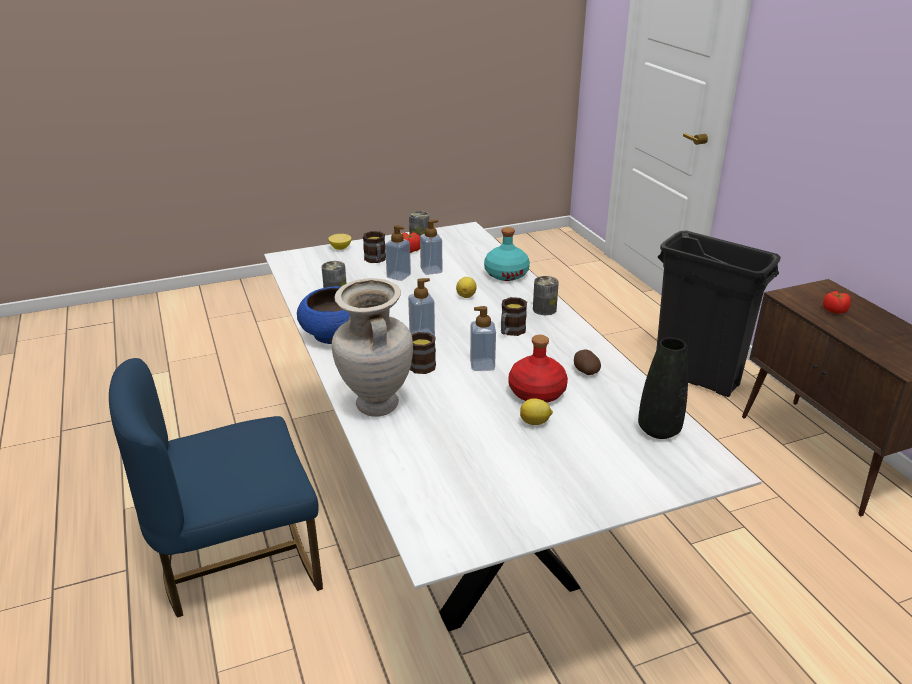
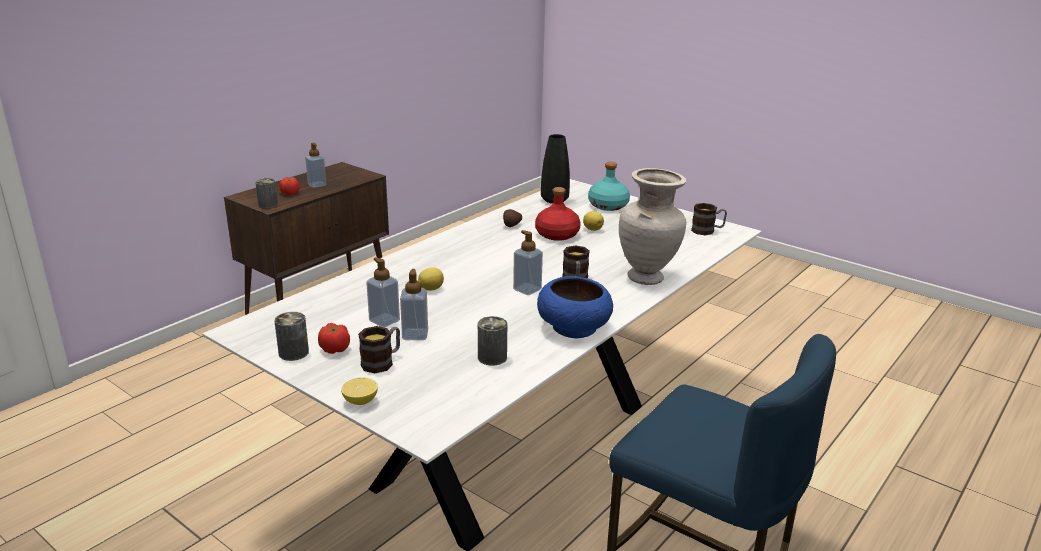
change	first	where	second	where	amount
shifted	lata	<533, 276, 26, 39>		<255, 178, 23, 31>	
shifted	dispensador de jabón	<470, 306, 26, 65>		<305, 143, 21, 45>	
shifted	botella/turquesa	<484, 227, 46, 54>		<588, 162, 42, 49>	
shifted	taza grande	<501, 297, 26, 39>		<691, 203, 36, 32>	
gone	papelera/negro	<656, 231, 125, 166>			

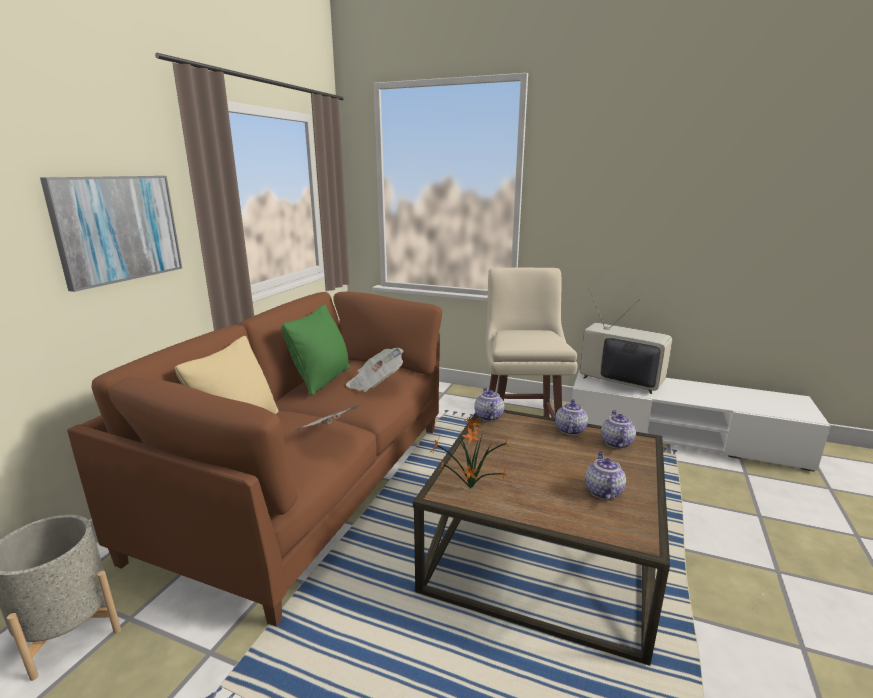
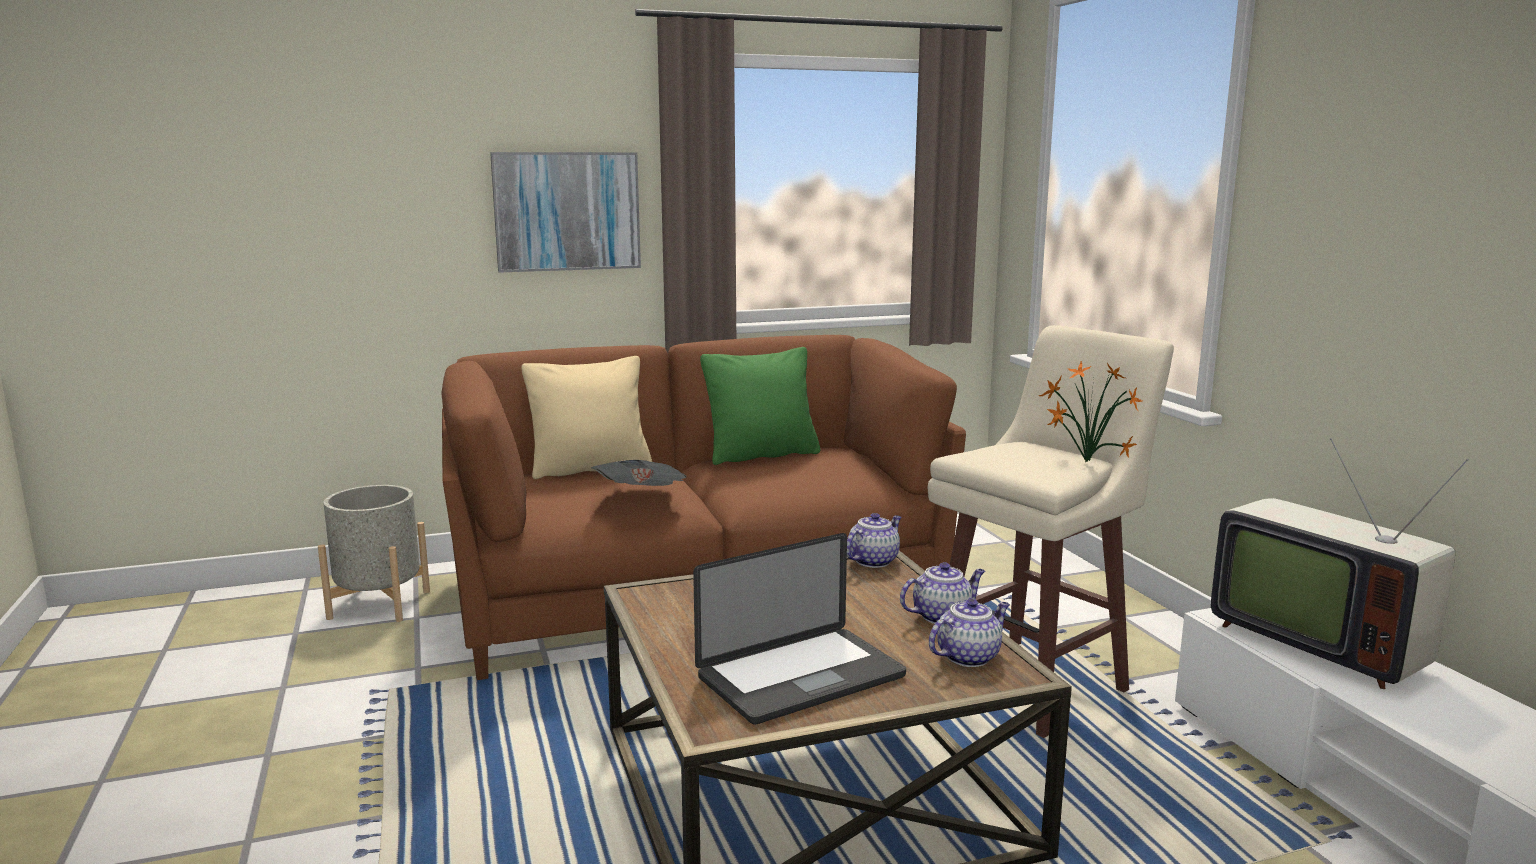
change	first	where	second	where	amount
swapped	tetera	<585, 451, 41, 50>	portátil	<693, 533, 213, 192>	
shifted	planta en maceta	<429, 417, 83, 71>		<1039, 361, 103, 101>	
rotated	televisor	<579, 290, 93, 104>		<1211, 438, 258, 251>	150 degrees clockwise
gone	periódico	<346, 348, 58, 44>			

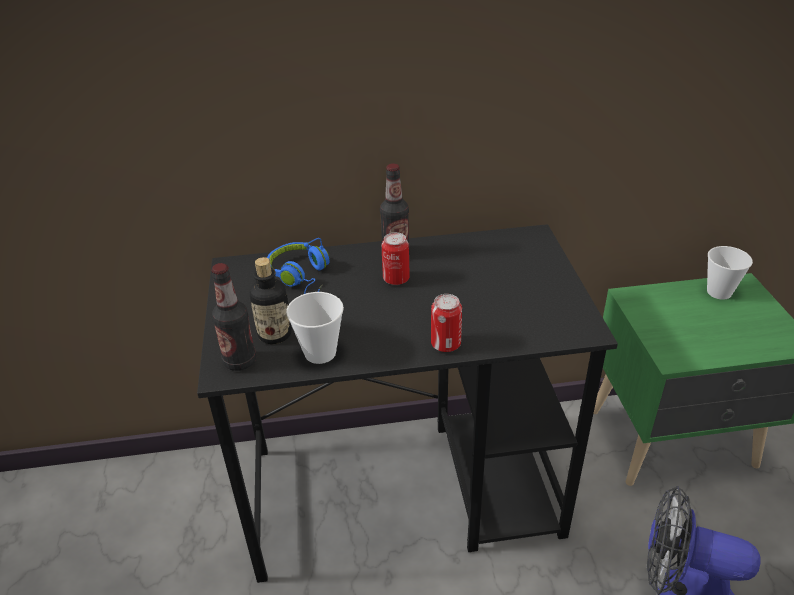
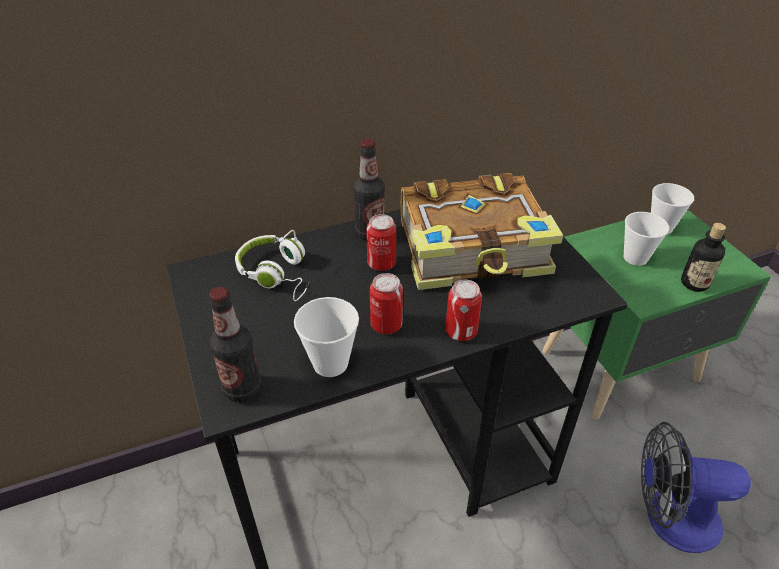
change	first	where	second	where	amount
repainted	auriculares/azul	<267, 238, 63, 56>	auriculares/blanco	<235, 230, 75, 71>	
new			lata	<370, 273, 33, 61>	
new			libro	<401, 173, 162, 117>	
new			taza	<624, 212, 45, 54>	
shifted	botella	<250, 257, 42, 87>		<681, 223, 45, 69>	

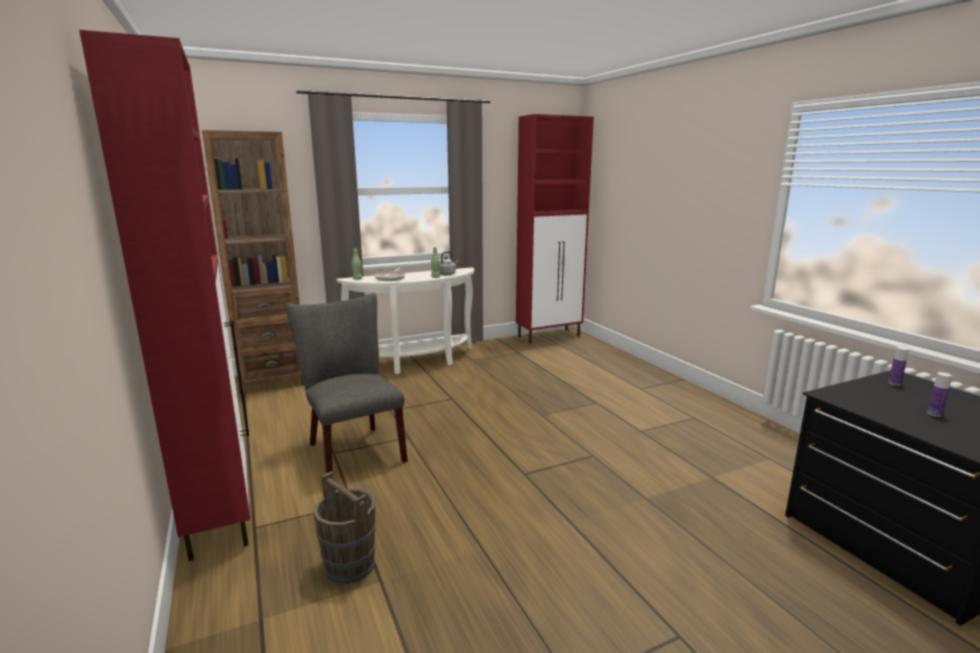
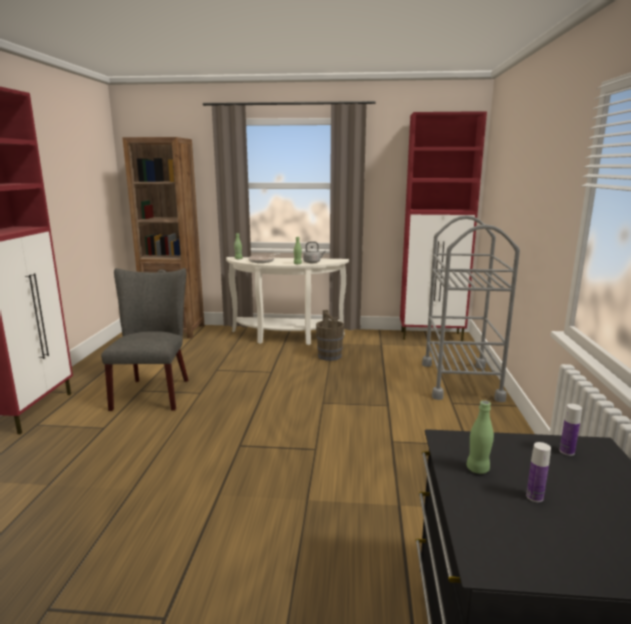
change	first	where	second	where	amount
shifted	cubo/marrón	<313, 471, 63, 113>		<316, 310, 28, 51>	
new			carrito/gris	<422, 215, 98, 187>	
new			botella/verde	<466, 400, 28, 74>	

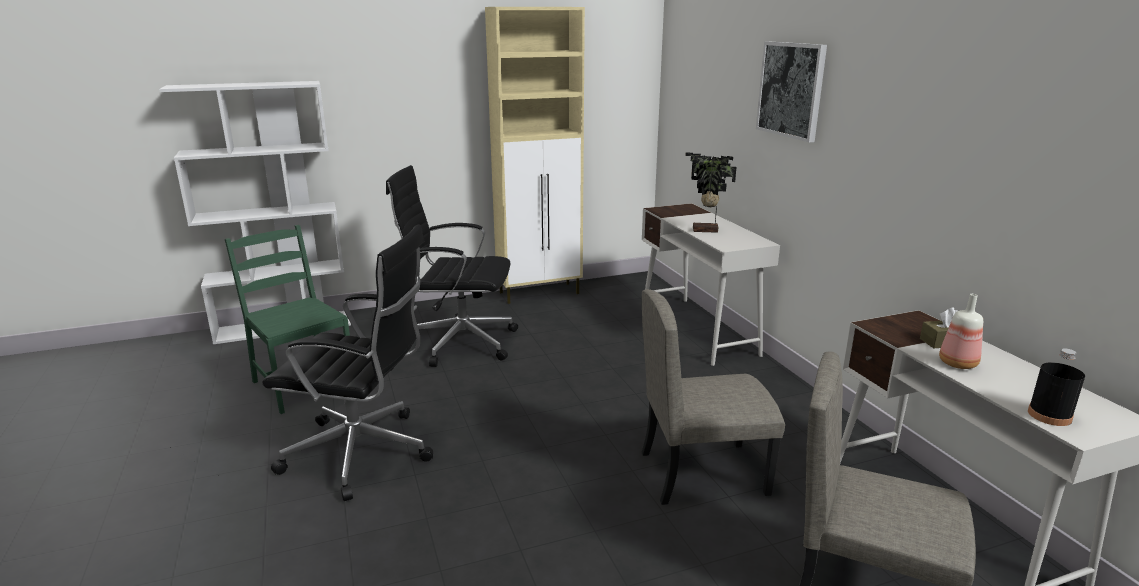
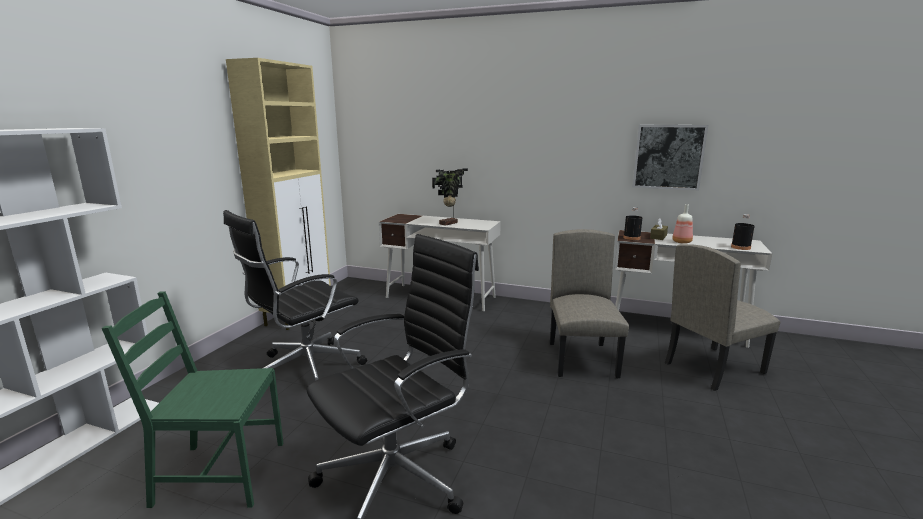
change	first	where	second	where	amount
rotated	silla/beis	<641, 289, 144, 216>		<550, 229, 79, 150>	150 degrees clockwise
new			botella/negro	<624, 207, 19, 33>	
shifted	cuadro	<756, 41, 71, 101>		<633, 125, 75, 65>	

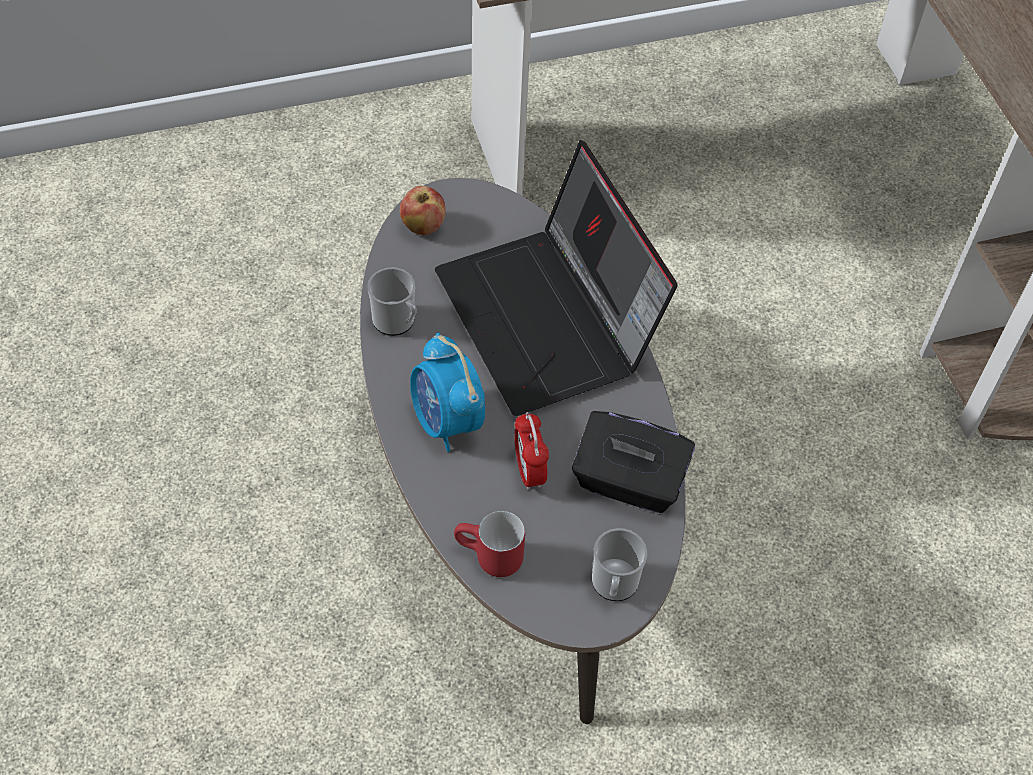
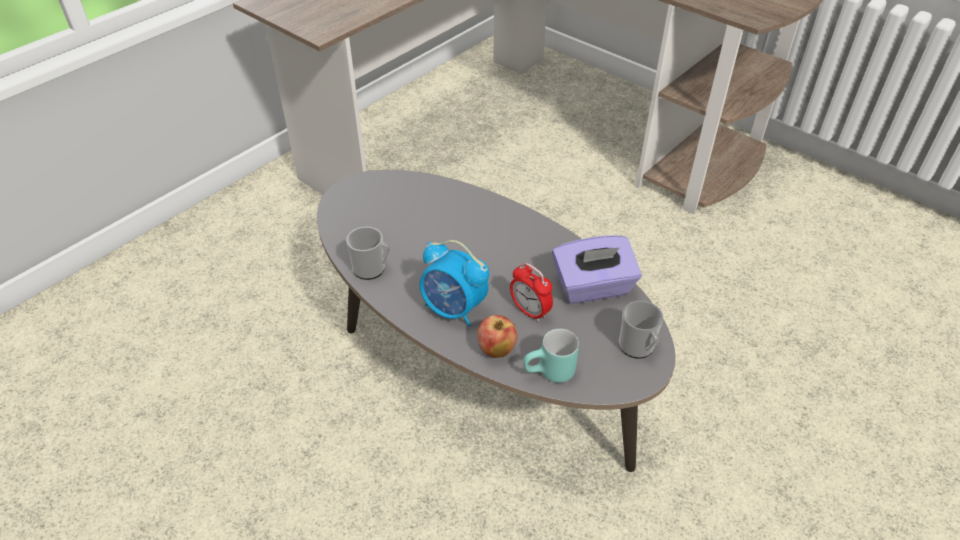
change	first	where	second	where	amount
shifted	manzana	<400, 186, 46, 49>		<477, 315, 41, 43>	
repainted	taza grande/rojo	<454, 511, 71, 66>	taza grande/turquesa	<523, 329, 56, 54>	
repainted	caja de pañuelos/negro	<572, 411, 123, 102>	caja de pañuelos/morado	<552, 235, 89, 69>	
gone	portátil	<435, 140, 243, 276>			

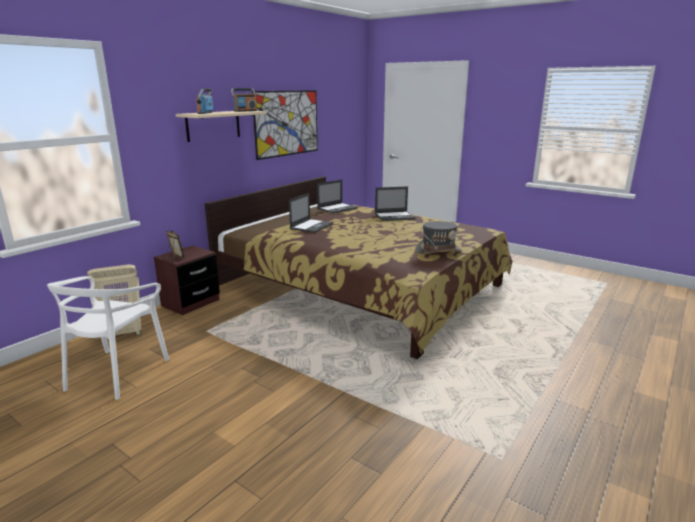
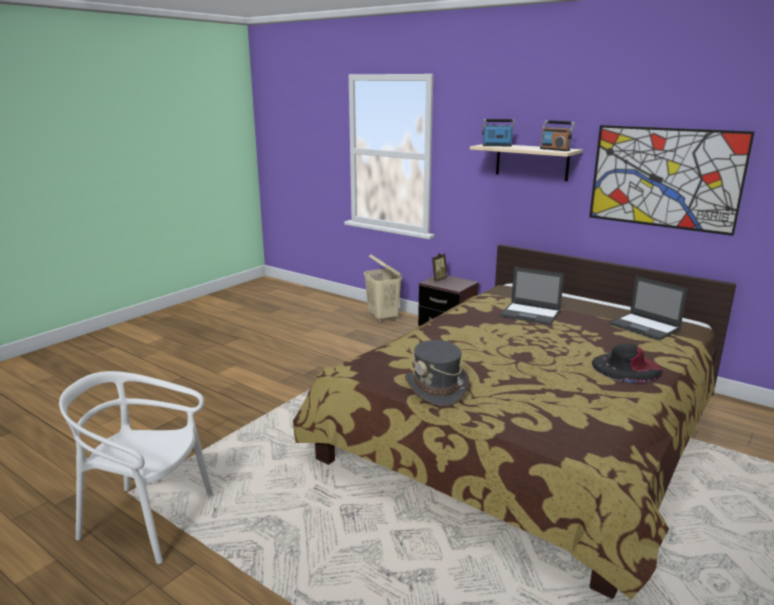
change	first	where	second	where	amount
shifted	silla/blanco	<47, 276, 122, 124>		<59, 371, 155, 193>	
swapped	portátil	<375, 186, 40, 35>	sombrero/negro	<592, 343, 71, 40>	

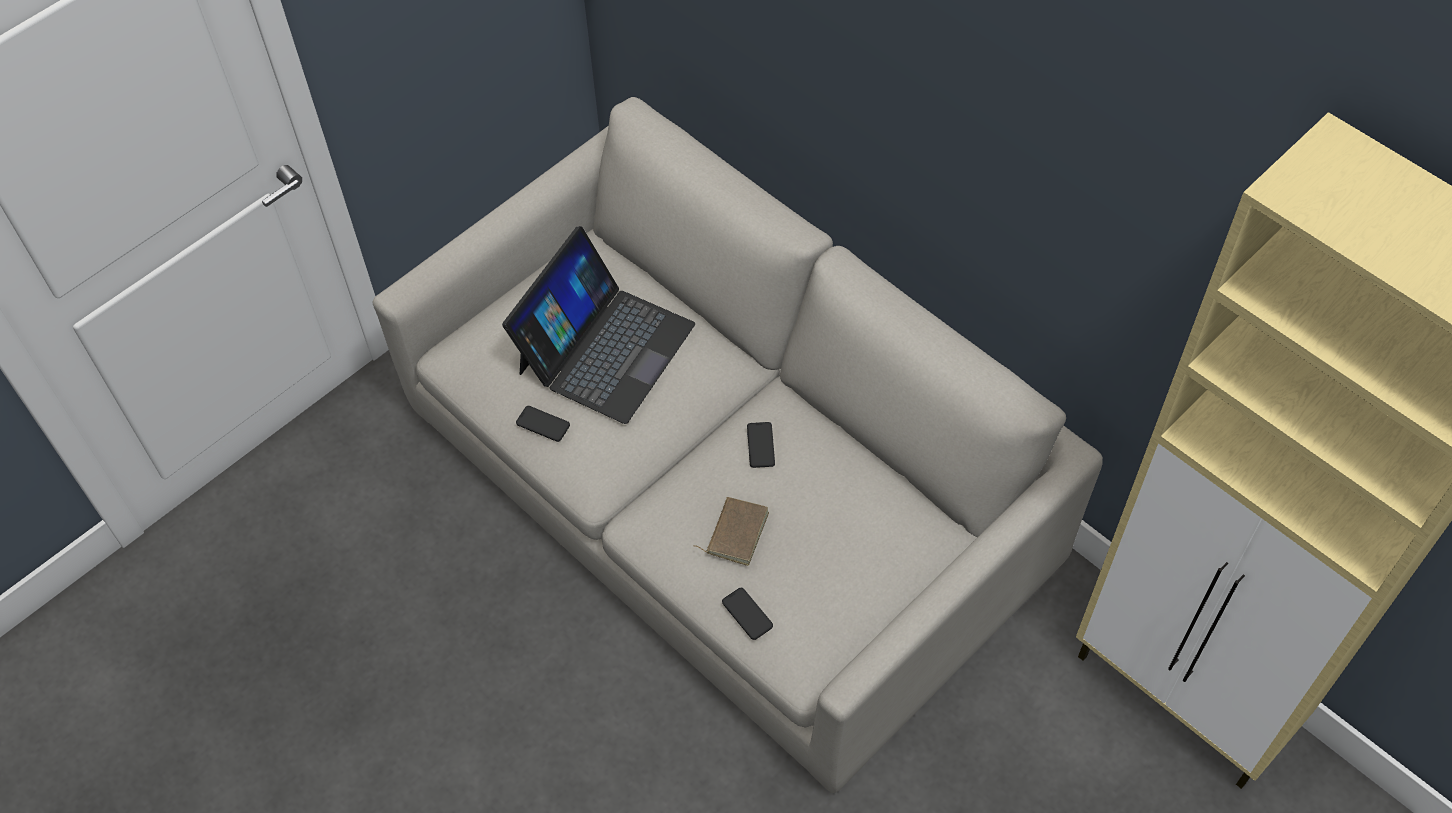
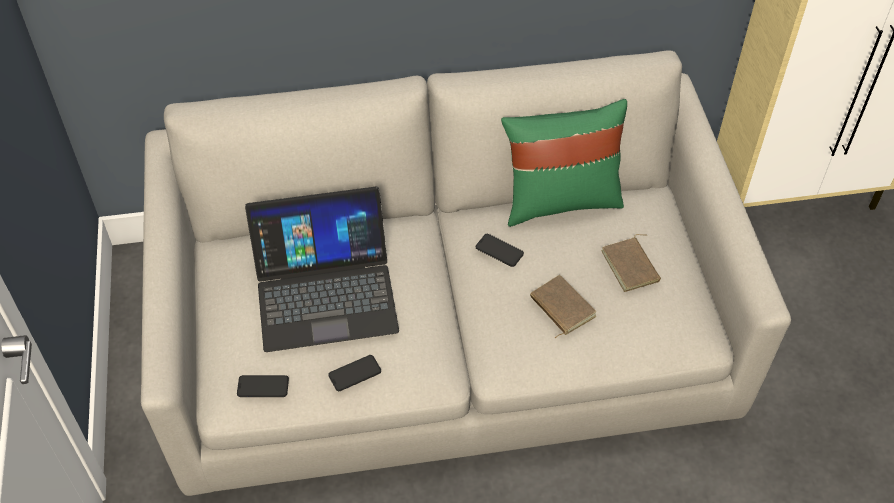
change	first	where	second	where	amount
shifted	móvil	<722, 588, 51, 52>		<237, 375, 52, 22>	
rotated	portátil	<502, 226, 193, 198>		<245, 187, 154, 165>	105 degrees clockwise
new			cojín/verde	<501, 99, 126, 128>	
new			libro/marrón	<601, 234, 60, 58>	

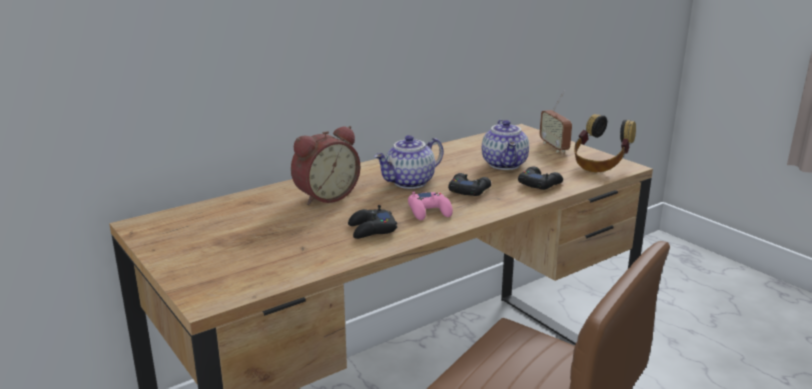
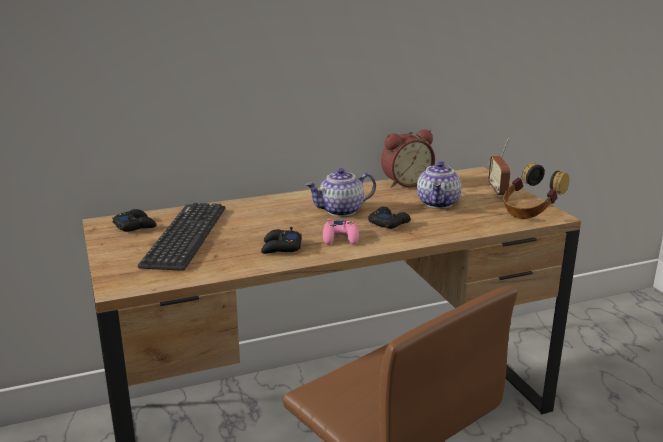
change	first	where	second	where	amount
shifted	mando de consola/negro	<518, 166, 45, 24>		<112, 209, 45, 23>	
new			teclado	<138, 203, 87, 68>	
shifted	despertador	<291, 126, 69, 79>		<381, 129, 54, 59>	

